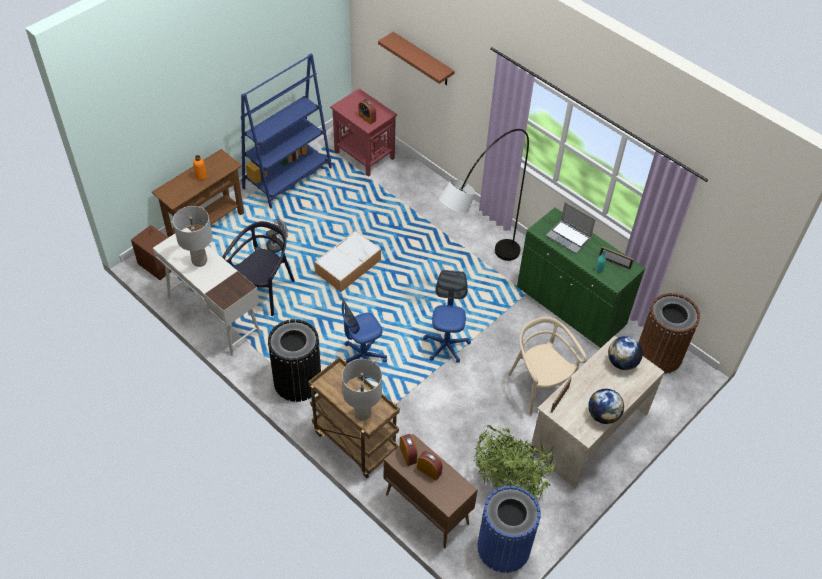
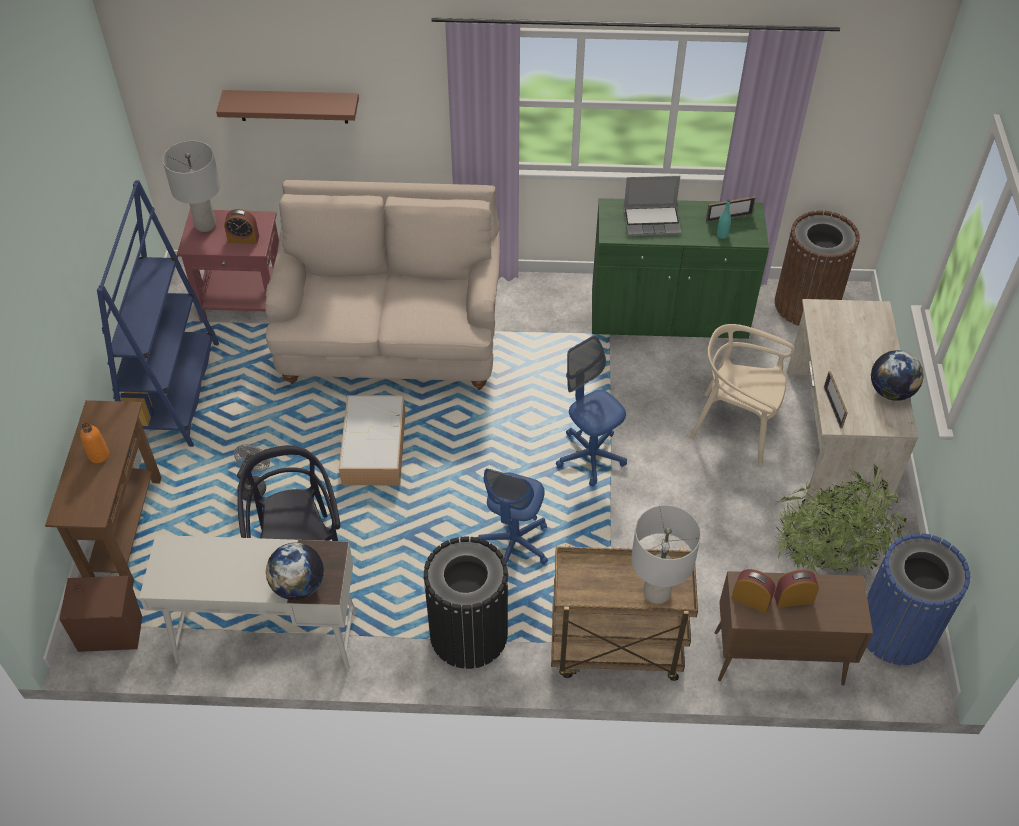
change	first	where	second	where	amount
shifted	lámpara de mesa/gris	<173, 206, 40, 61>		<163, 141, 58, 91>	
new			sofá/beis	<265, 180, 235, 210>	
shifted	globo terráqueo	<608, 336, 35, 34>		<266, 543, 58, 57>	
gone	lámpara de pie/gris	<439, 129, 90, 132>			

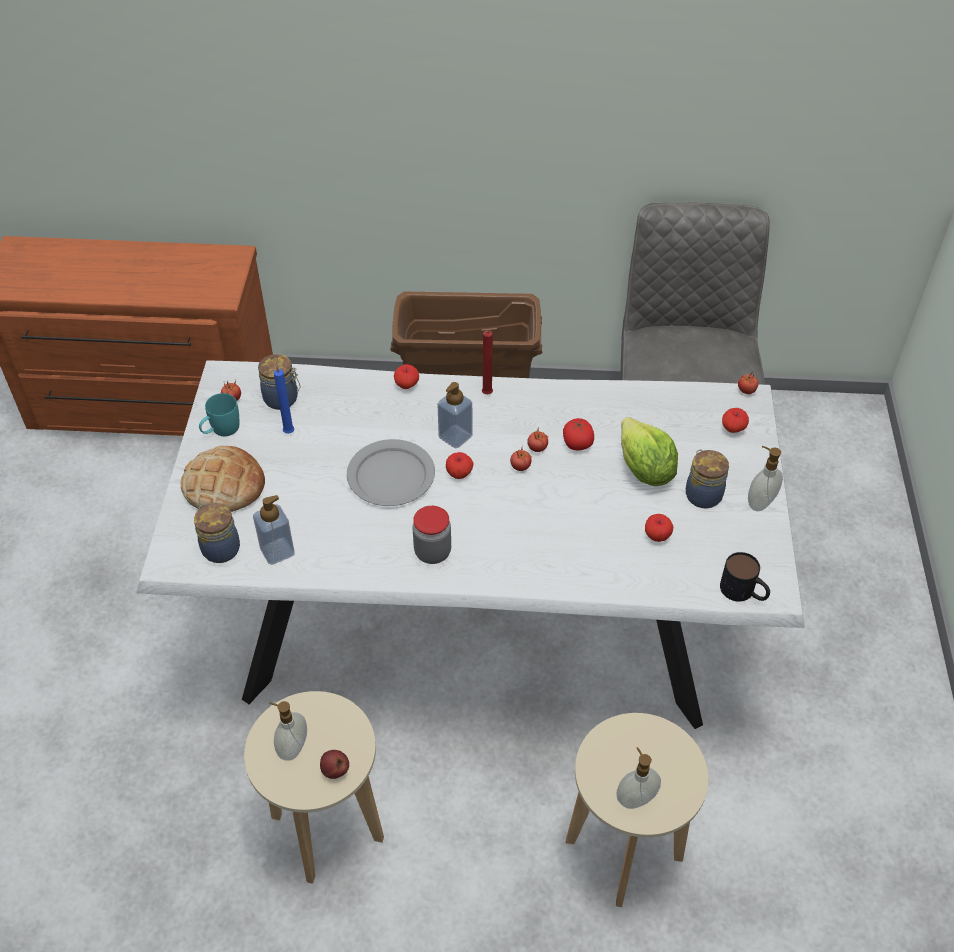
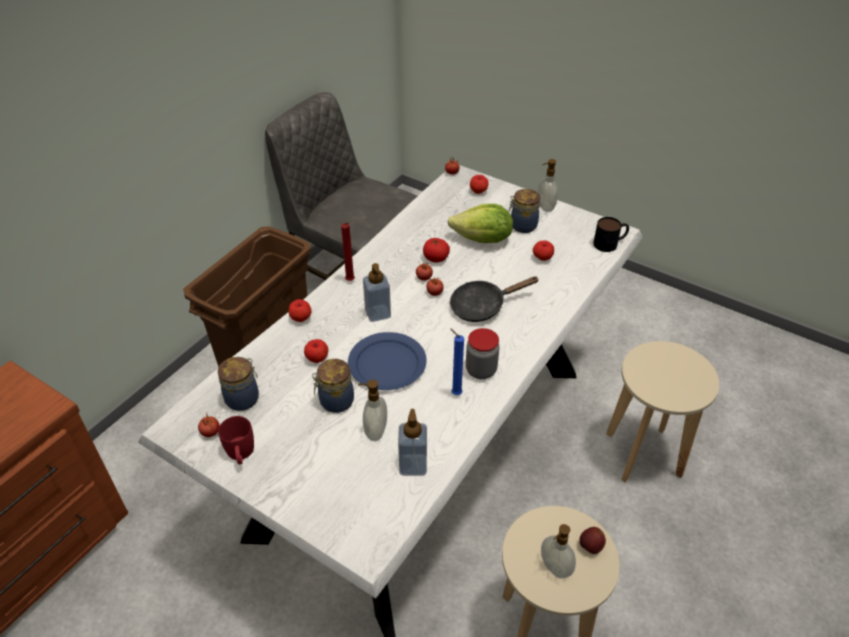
change	first	where	second	where	amount
repainted	taza grande/turquesa	<199, 393, 40, 43>	taza grande/rojo	<218, 416, 36, 48>	
shifted	manzana	<446, 452, 27, 27>		<304, 339, 24, 24>	
shifted	tarro	<194, 503, 46, 60>		<312, 359, 42, 54>	
repainted	plato/gris	<347, 439, 88, 67>	plato/azul	<348, 332, 78, 58>	
shifted	dispensador de jabón	<616, 747, 45, 62>		<358, 380, 29, 61>	
new			sartén/negro	<450, 276, 89, 46>	
shifted	vela/azul	<274, 358, 20, 76>		<450, 328, 14, 67>	
gone	pan	<181, 446, 84, 66>			

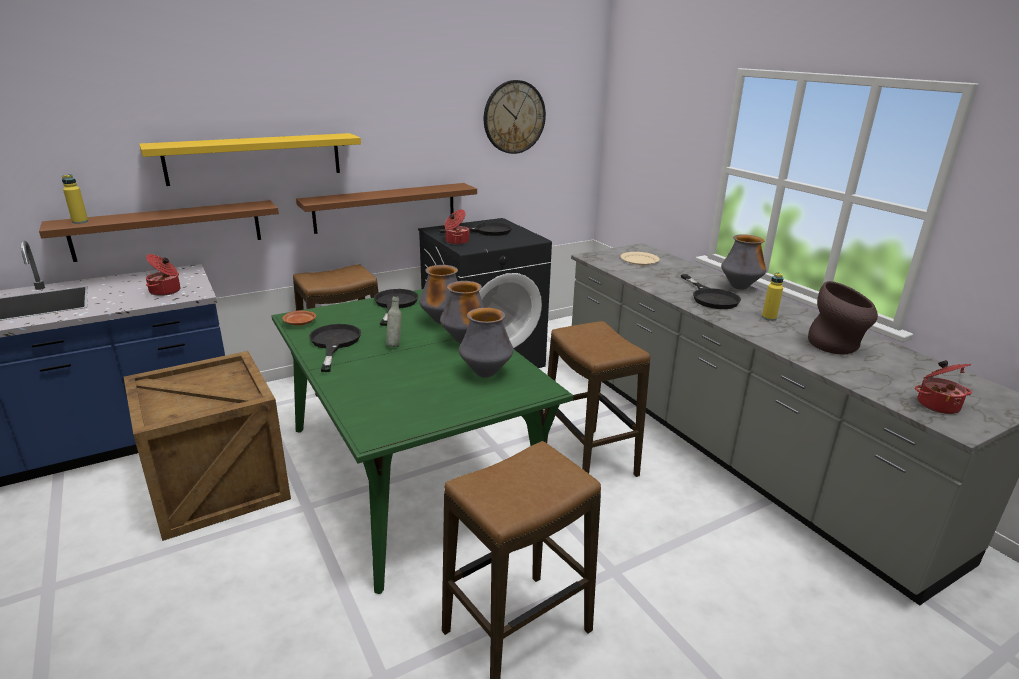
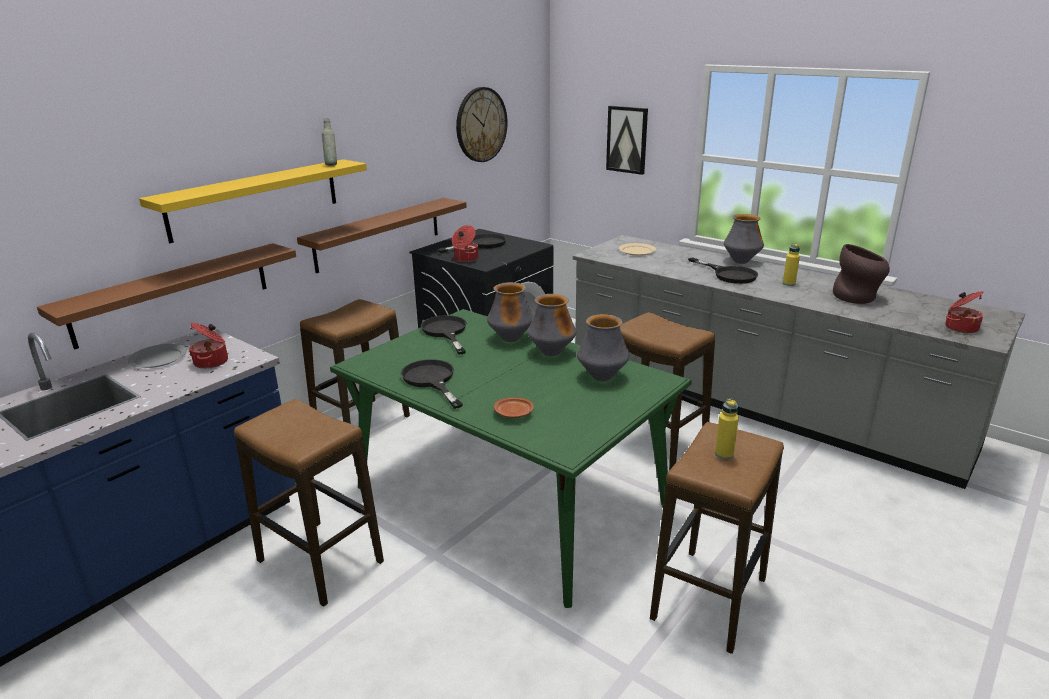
change	first	where	second	where	amount
new			plato/gris	<128, 344, 59, 24>	
swapped	caja de embalaje	<124, 351, 167, 190>	taburete	<234, 399, 150, 208>	
shifted	botella/gris	<386, 296, 16, 51>		<322, 118, 15, 48>	
shifted	plato/marrón	<282, 310, 34, 16>		<494, 397, 40, 21>	
new			cuadro	<606, 106, 42, 69>	
shifted	botella/amarillo	<62, 174, 26, 50>		<715, 399, 24, 60>	

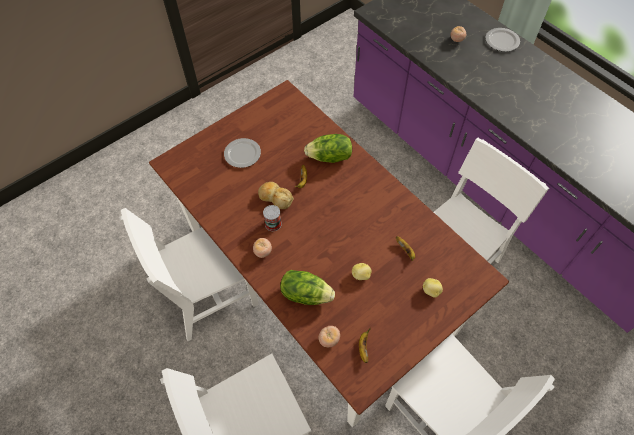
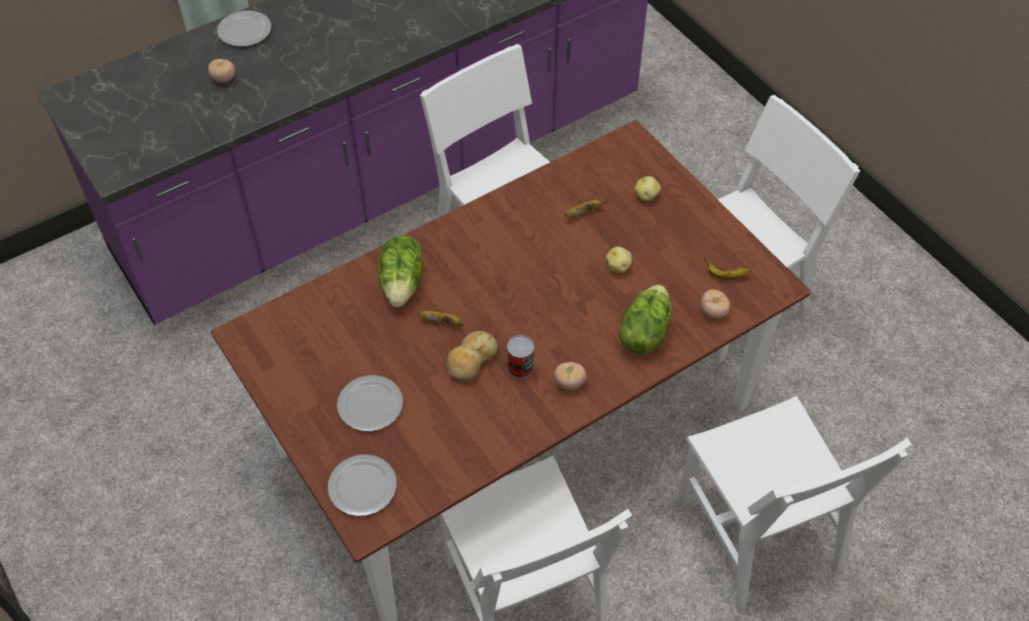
change	first	where	second	where	amount
new			plato	<328, 455, 69, 61>	

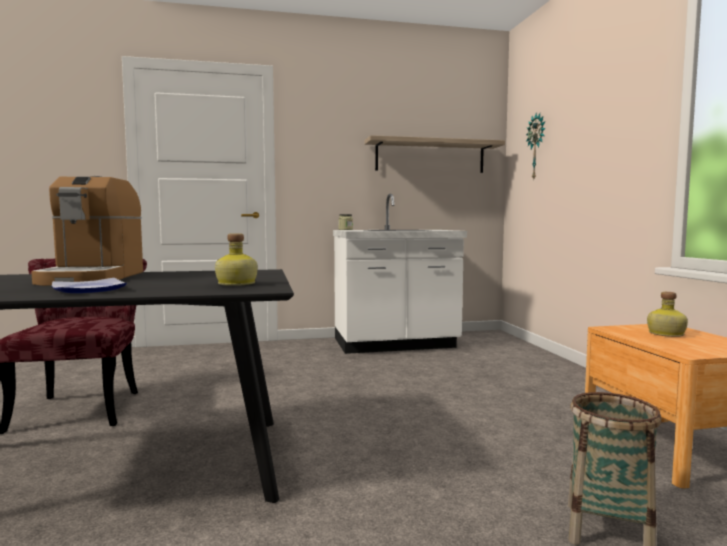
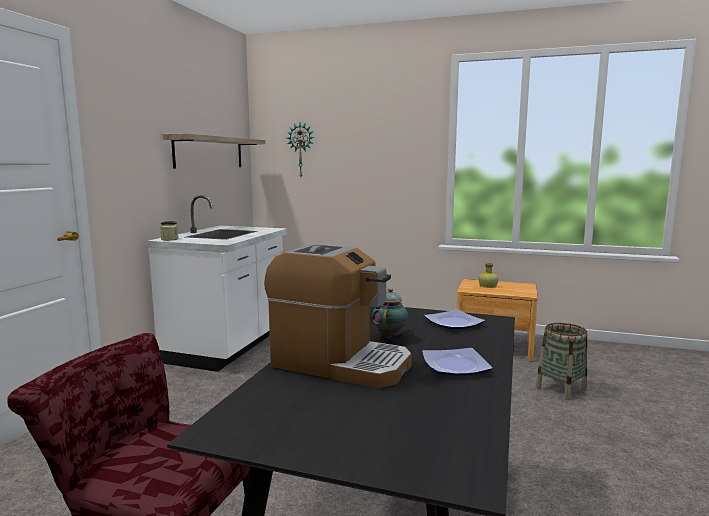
change	first	where	second	where	amount
new			tetera	<372, 288, 36, 51>	
swapped	botella	<215, 233, 43, 53>	plato	<424, 309, 61, 20>	

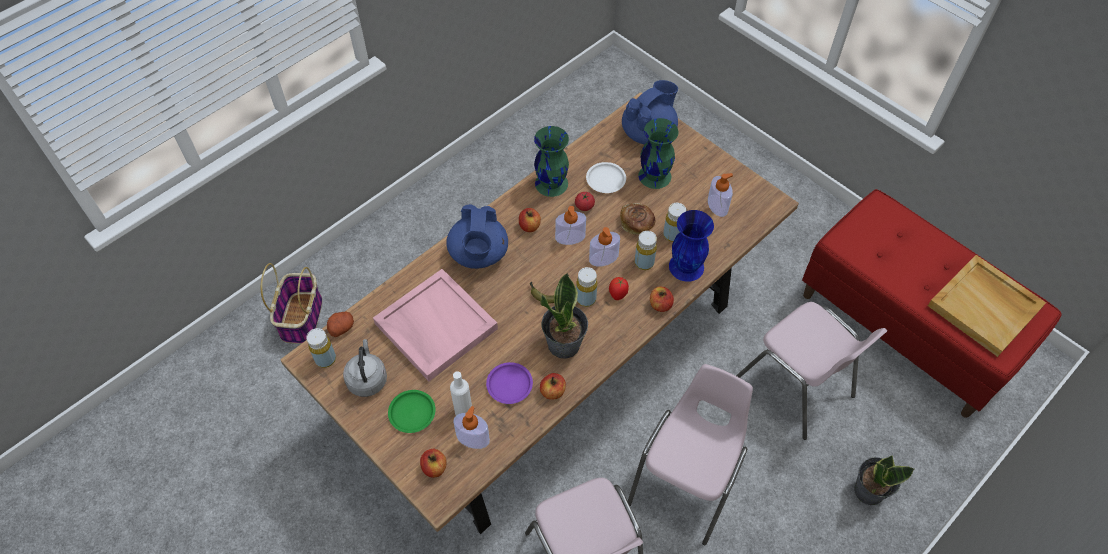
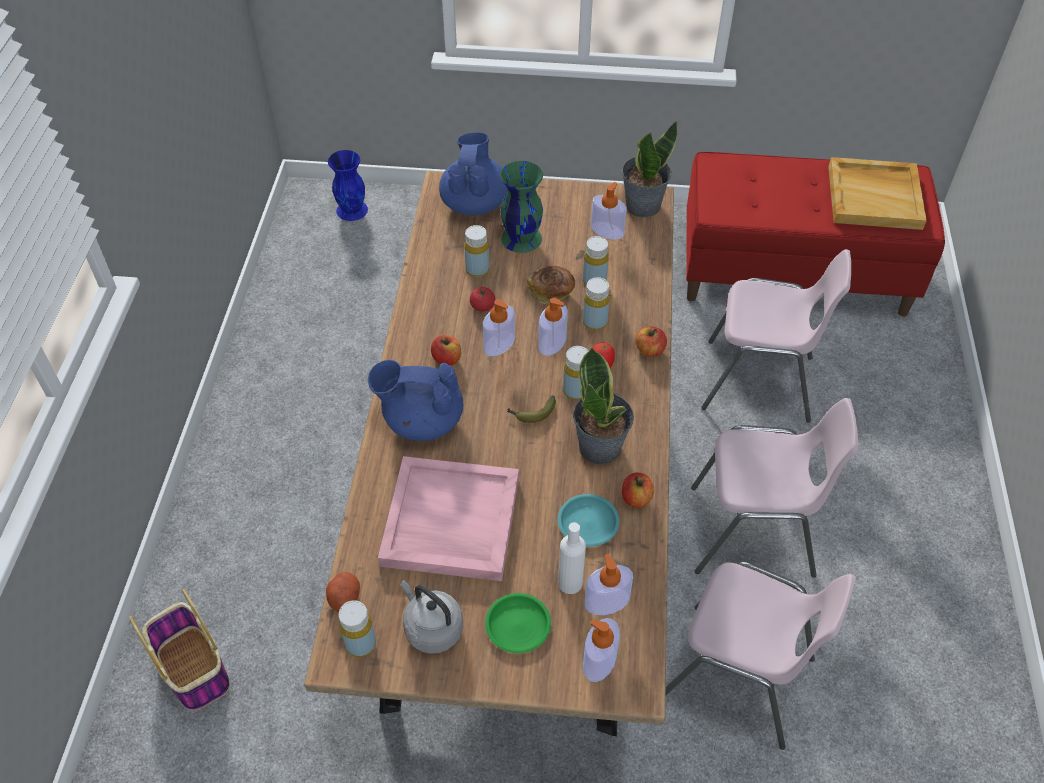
change	first	where	second	where	amount
shifted	florero/azul	<669, 210, 45, 72>		<328, 150, 40, 71>	
rotated	tetera/azul	<446, 204, 62, 65>		<368, 360, 96, 81>	135 degrees clockwise
swapped	plato/blanco	<586, 162, 40, 31>	botella/amarillo	<464, 225, 25, 52>	
repainted	plato/morado	<486, 362, 47, 42>	plato/turquesa	<558, 494, 61, 53>	
swapped	manzana	<420, 449, 26, 29>	dispensador de jabón	<583, 618, 37, 64>	
shifted	planta en maceta	<854, 455, 60, 50>		<622, 121, 56, 97>	
rotated	silla/rosa	<628, 364, 125, 181>		<691, 398, 168, 180>	105 degrees clockwise
gone	florero/verde	<534, 126, 35, 71>			

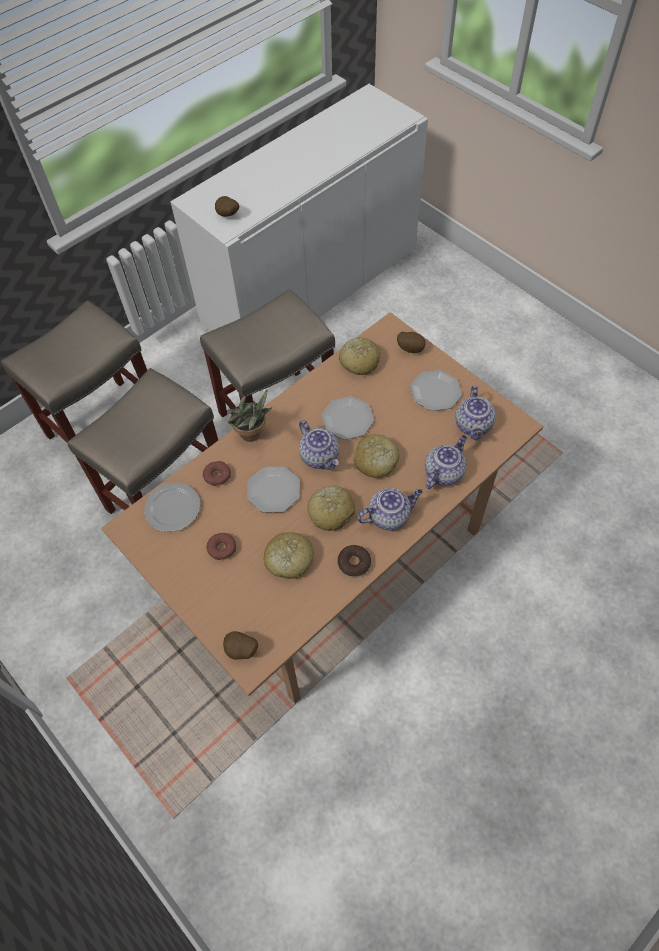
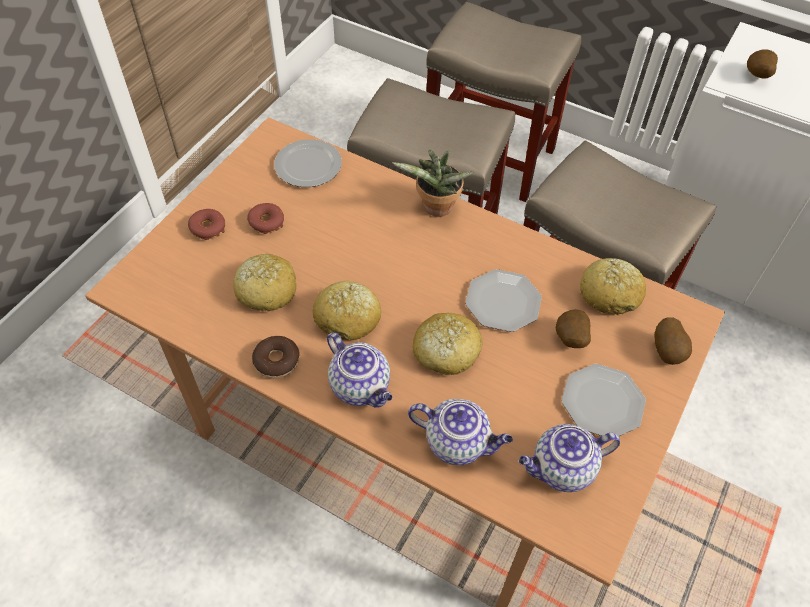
change	first	where	second	where	amount
shifted	rosquilla	<203, 461, 28, 25>		<188, 209, 37, 31>	
shifted	patata	<223, 631, 35, 29>		<556, 309, 35, 39>	
gone	plato	<247, 466, 53, 47>			
gone	tetera	<299, 420, 40, 50>			

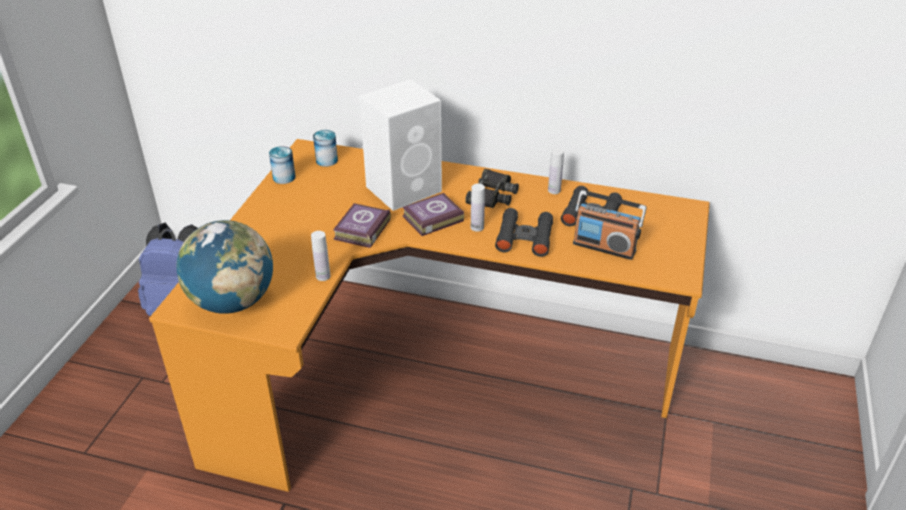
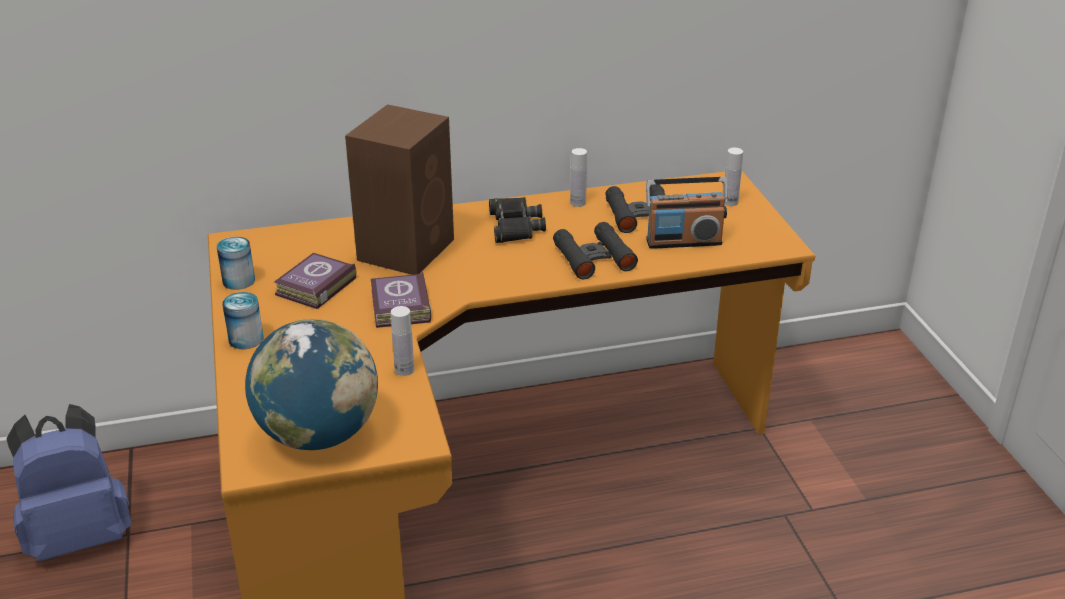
change	first	where	second	where	amount
shifted	lata	<313, 130, 25, 37>		<222, 292, 42, 57>	
shifted	libro	<403, 193, 61, 43>		<274, 253, 82, 56>	
repainted	altavoz/blanco	<359, 80, 83, 131>	altavoz/marrón	<345, 104, 109, 171>	
shifted	botella/blanco	<471, 184, 14, 48>		<723, 148, 20, 58>	

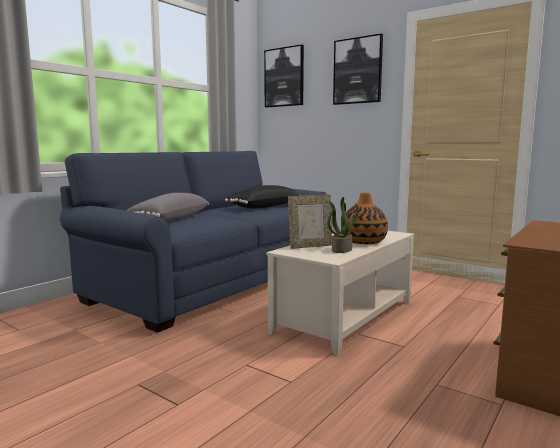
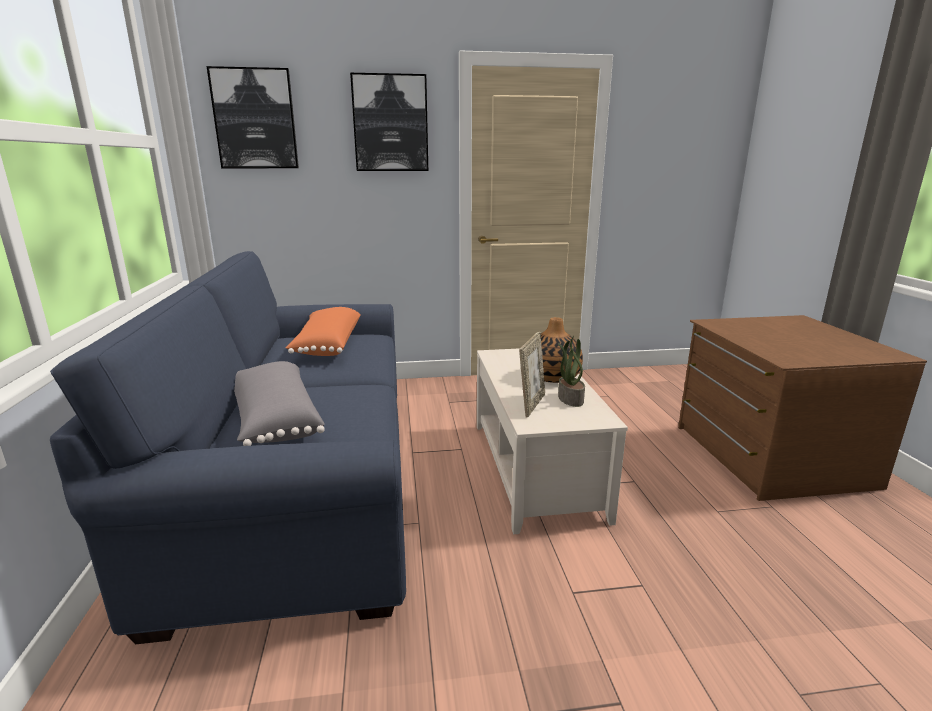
change	first	where	second	where	amount
repainted	cojín/negro	<225, 185, 75, 24>	cojín/naranja	<286, 307, 74, 49>	

